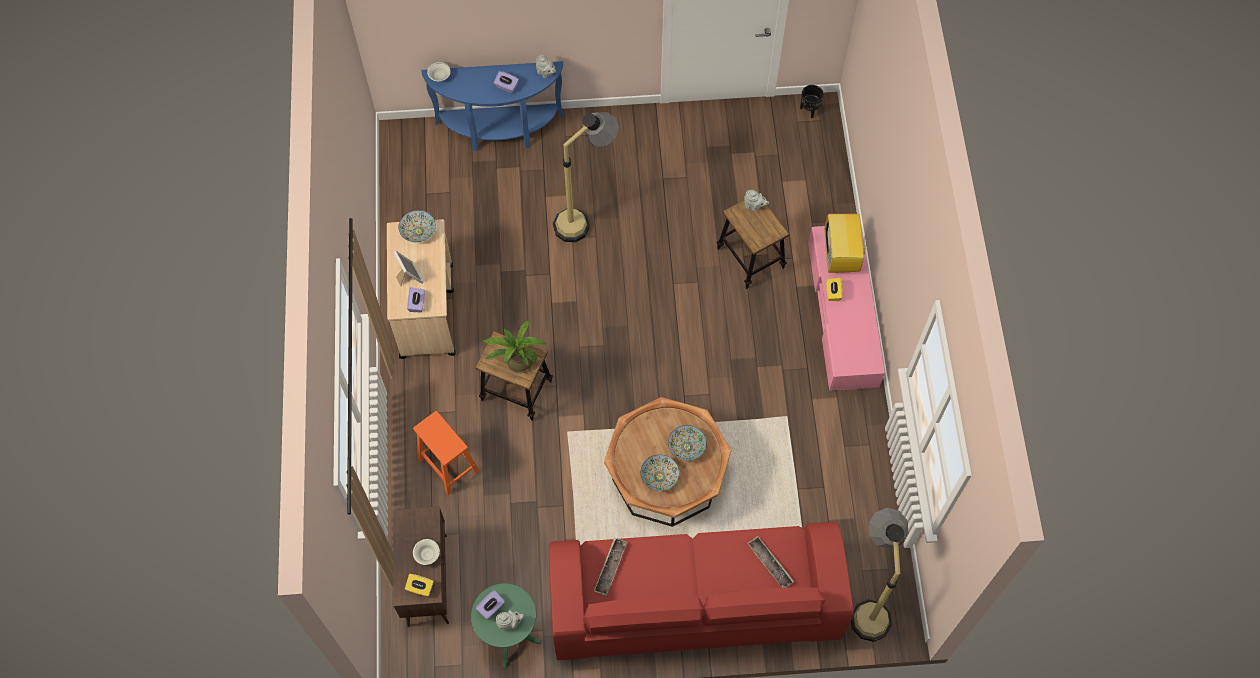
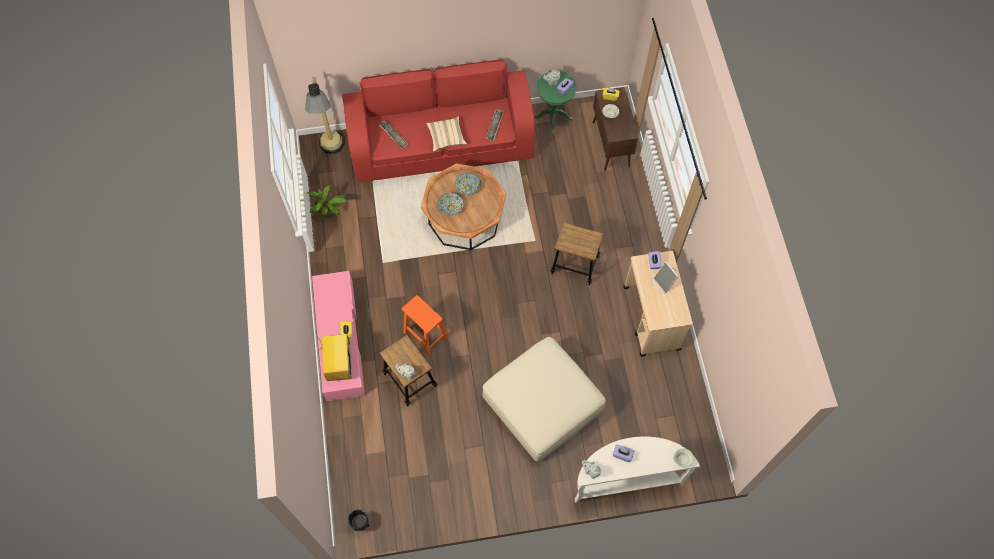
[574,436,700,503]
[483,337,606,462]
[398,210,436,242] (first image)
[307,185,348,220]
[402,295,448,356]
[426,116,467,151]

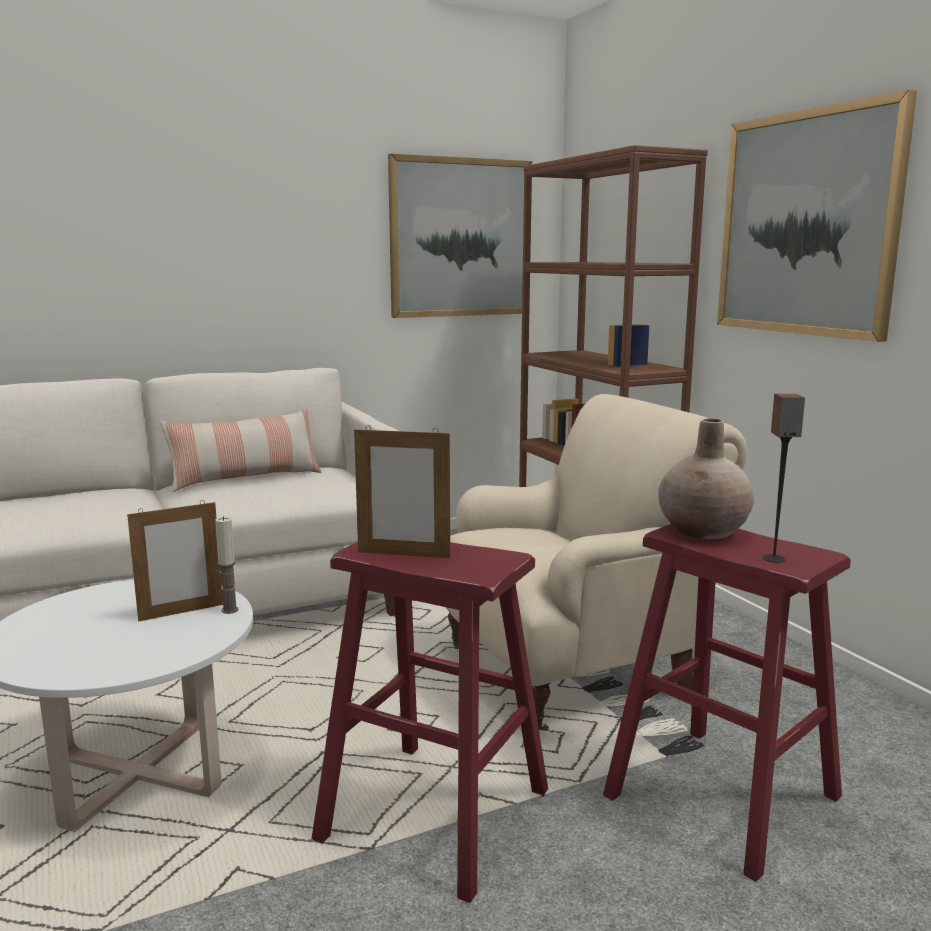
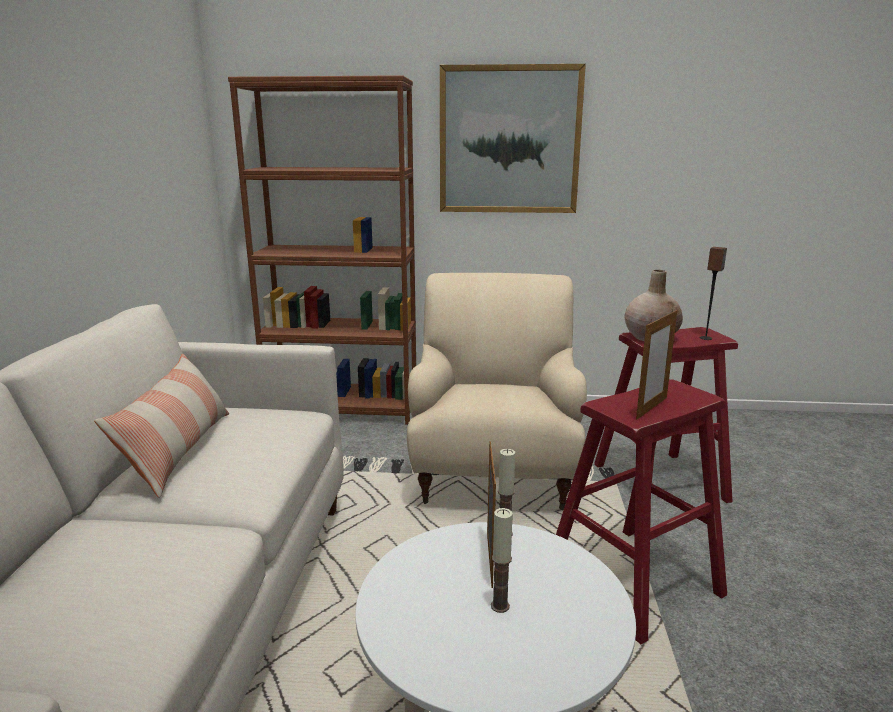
[388,154,532,318] (first image)
[491,508,513,613]

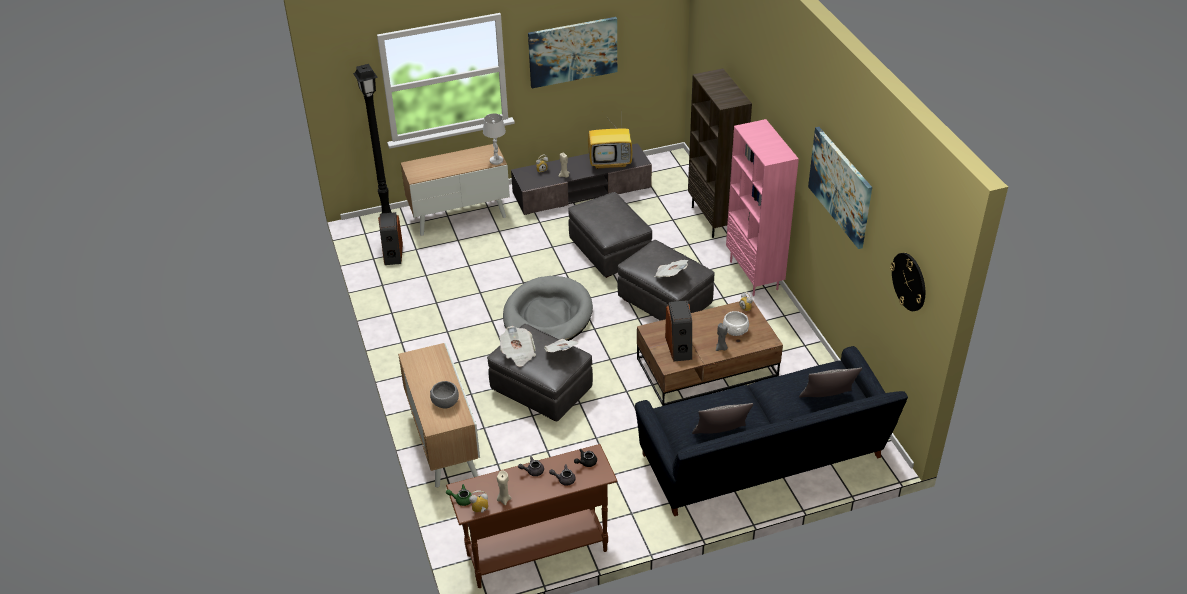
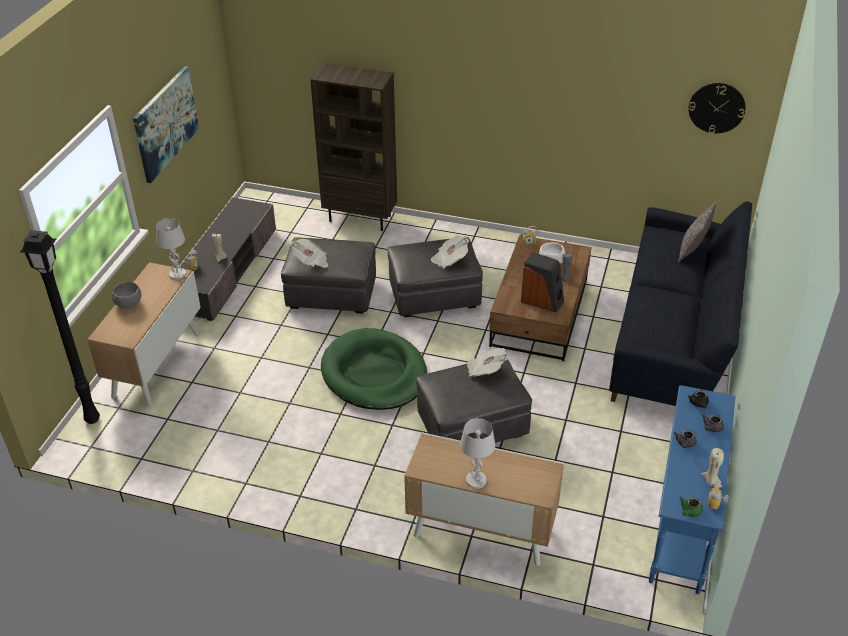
[588,115,633,169] (first image)
[726,119,799,296] (first image)
[808,127,872,249] (first image)
[378,212,403,265] (first image)
[321,328,427,410]
[291,239,328,268]
[112,282,141,308]
[692,403,753,434] (first image)
[649,385,735,594]
[460,418,495,489]

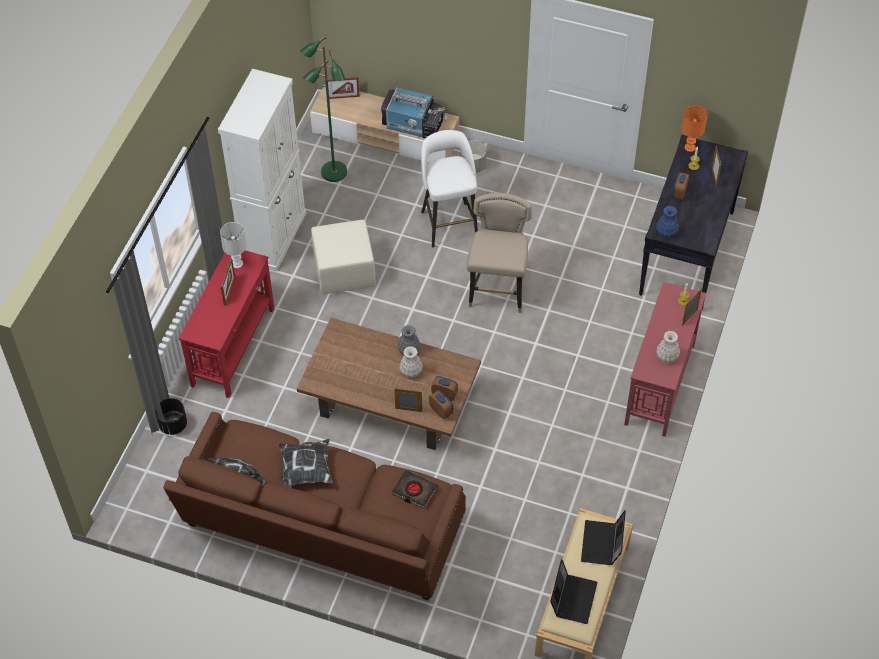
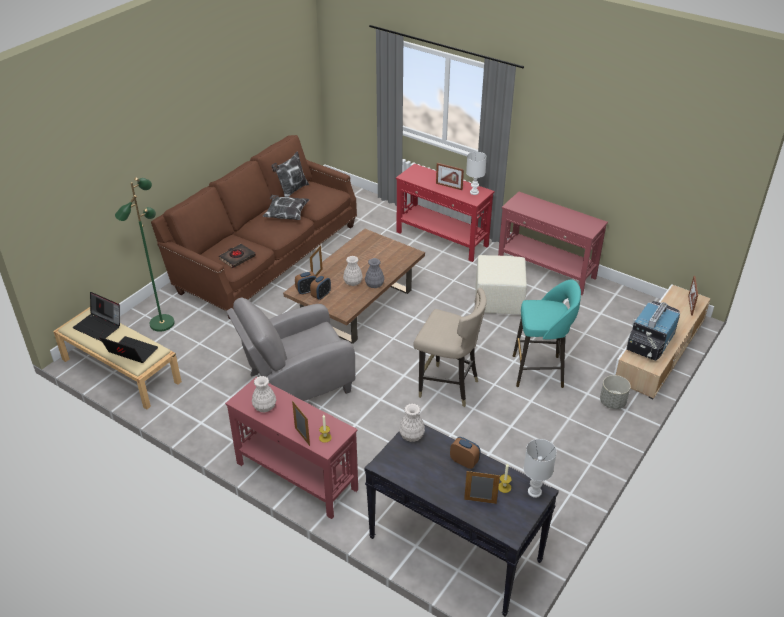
[115,177,174,332]
[498,192,608,295]
[524,439,557,498]
[513,279,581,388]
[399,403,425,442]
[155,398,187,435] (first image)
[226,298,355,401]

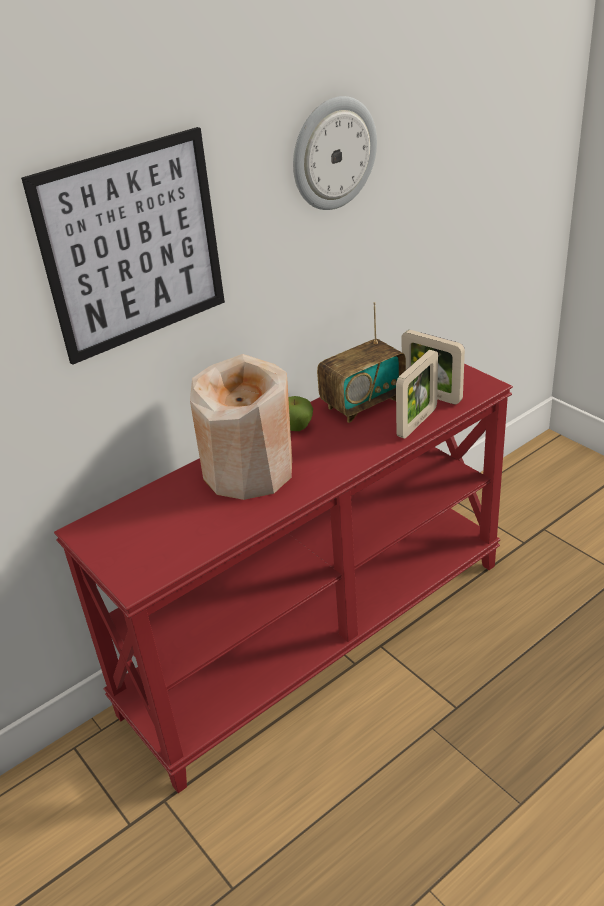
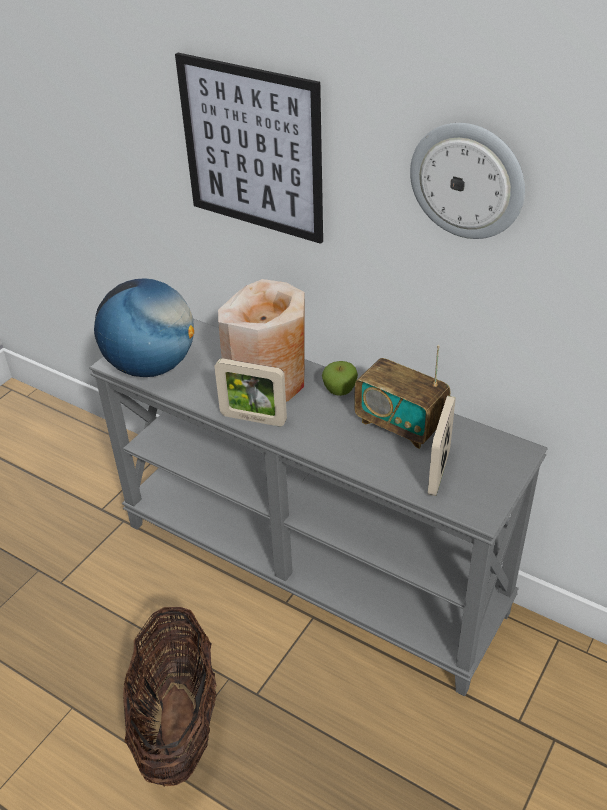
[214,358,287,426]
[89,319,548,696]
[94,278,194,377]
[123,607,217,786]

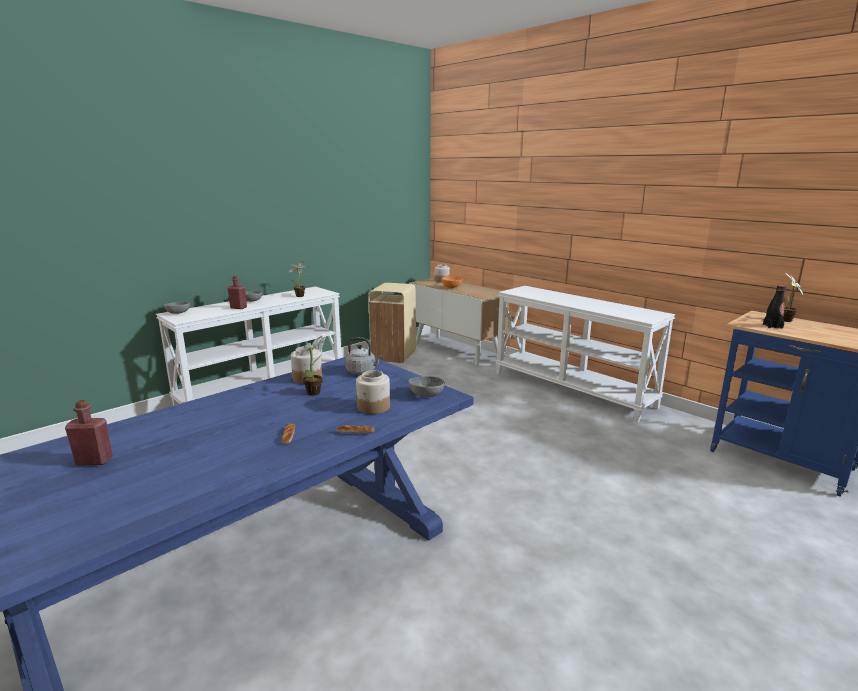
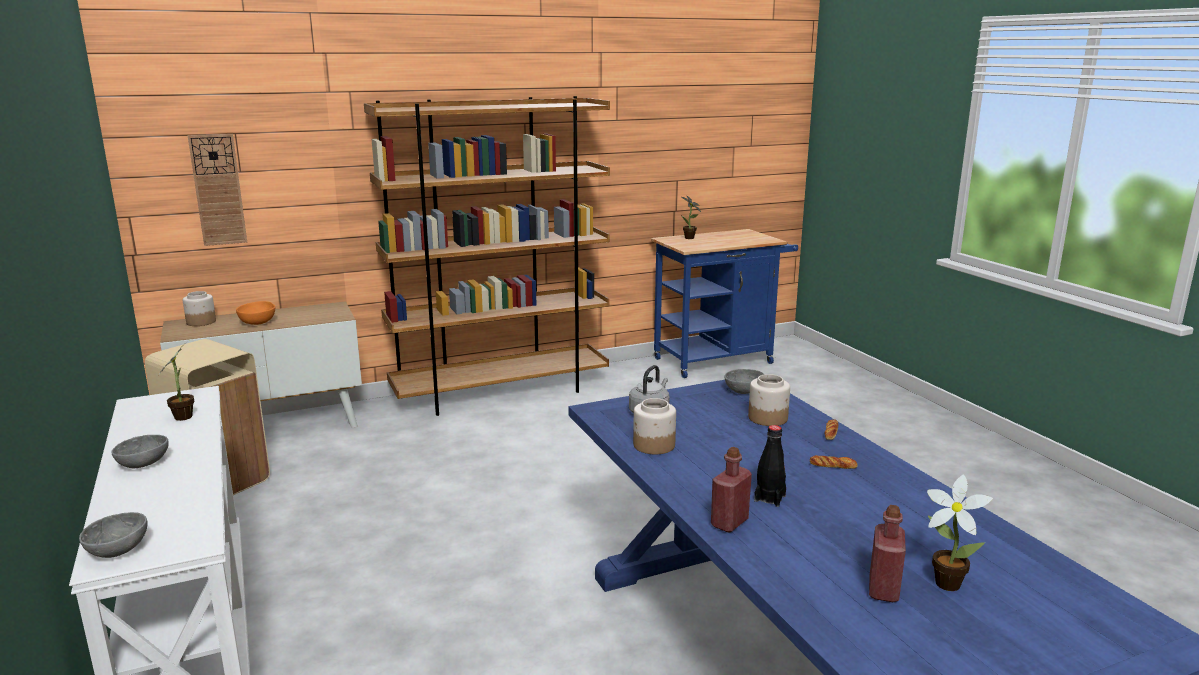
[711,447,752,532]
[754,425,786,507]
[364,96,610,416]
[927,474,993,591]
[188,134,247,246]

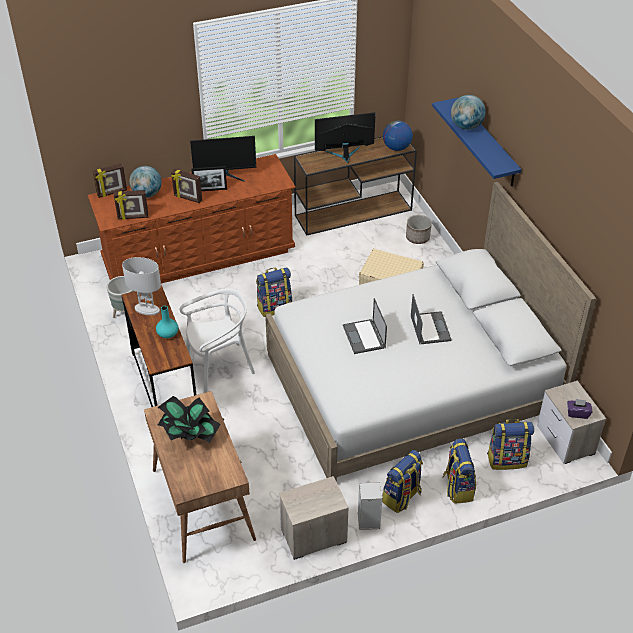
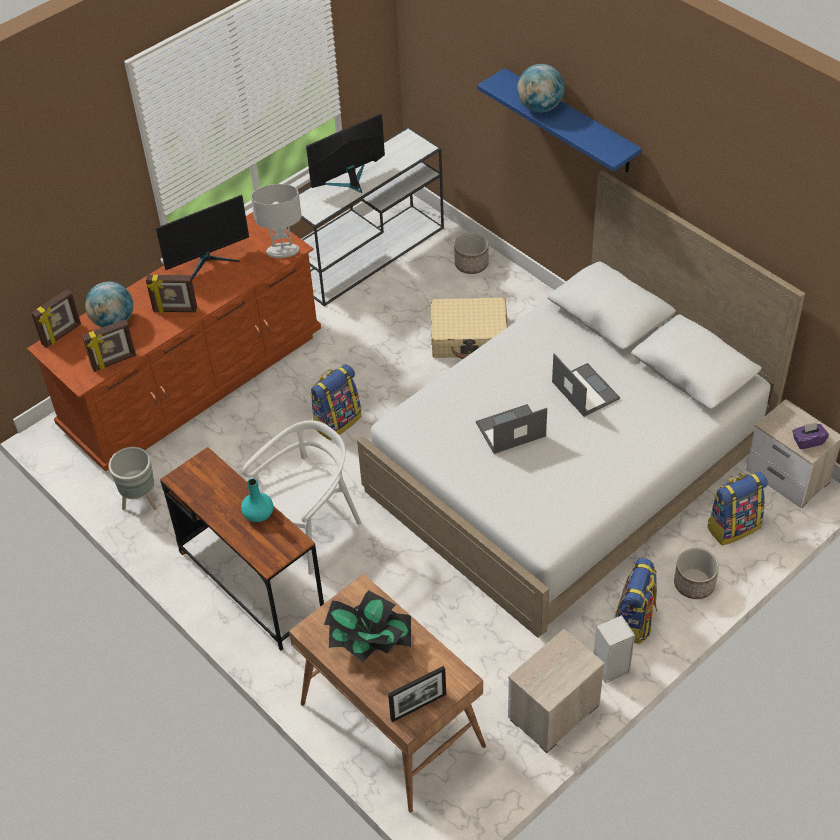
[383,121,413,151] (first image)
[287,127,444,306]
[388,666,446,722]
[251,184,301,258]
[476,404,547,454]
[674,548,719,599]

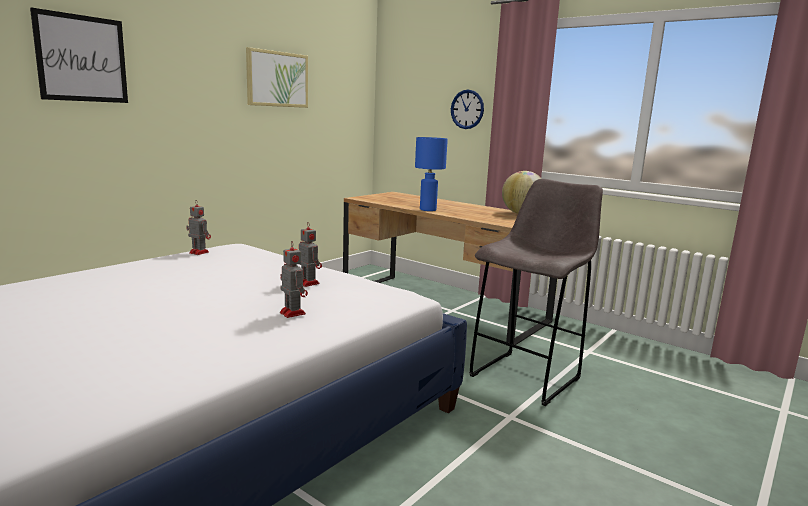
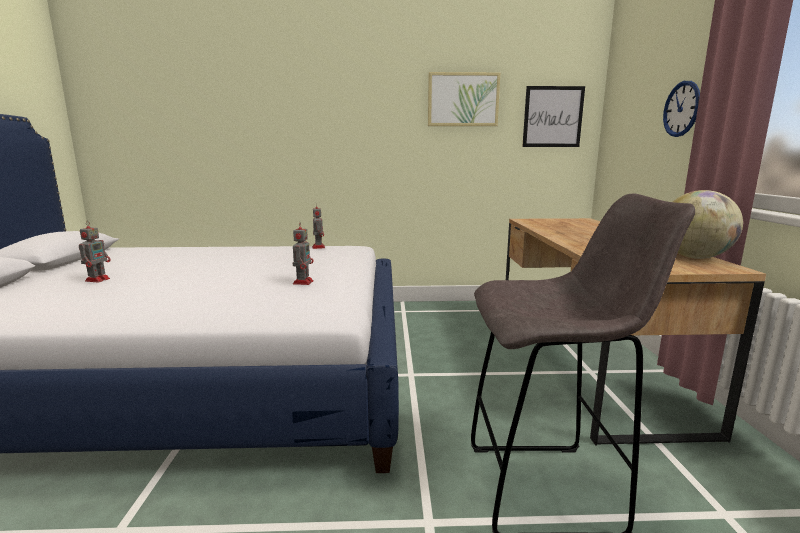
[522,86,585,147]
[415,137,448,211] (first image)
[79,221,111,282]

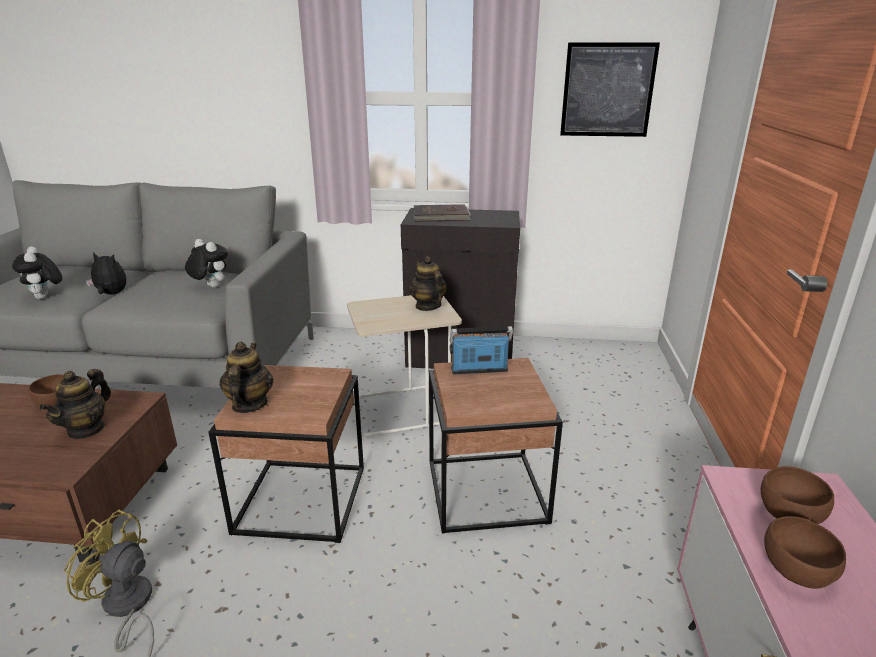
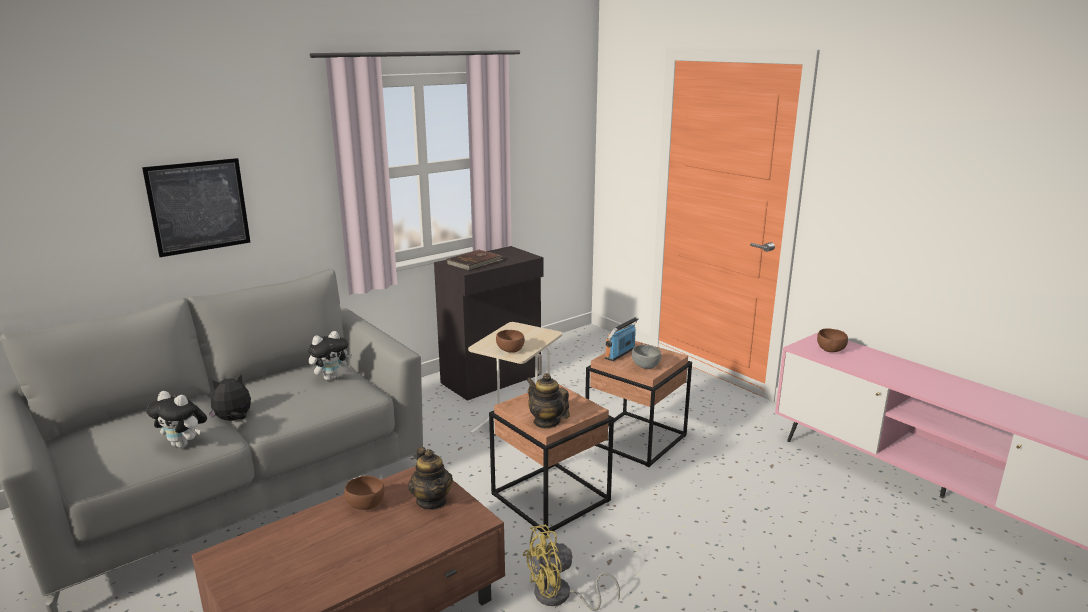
[142,158,250,257]
[308,331,352,380]
[409,256,447,311] (first image)
[496,330,525,353]
[632,345,661,369]

